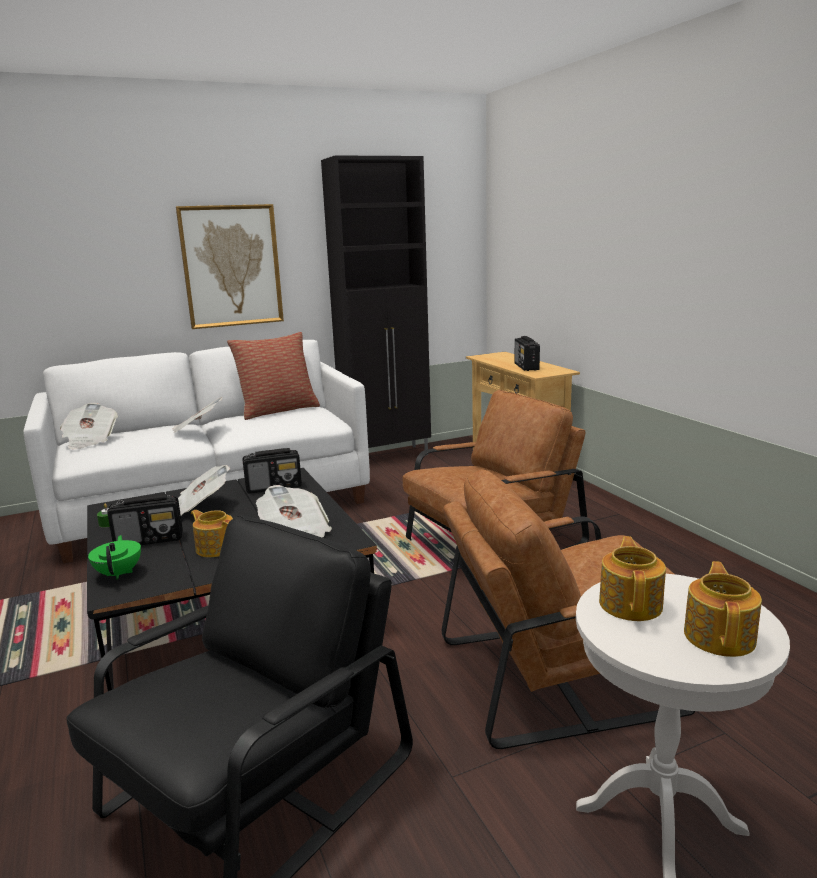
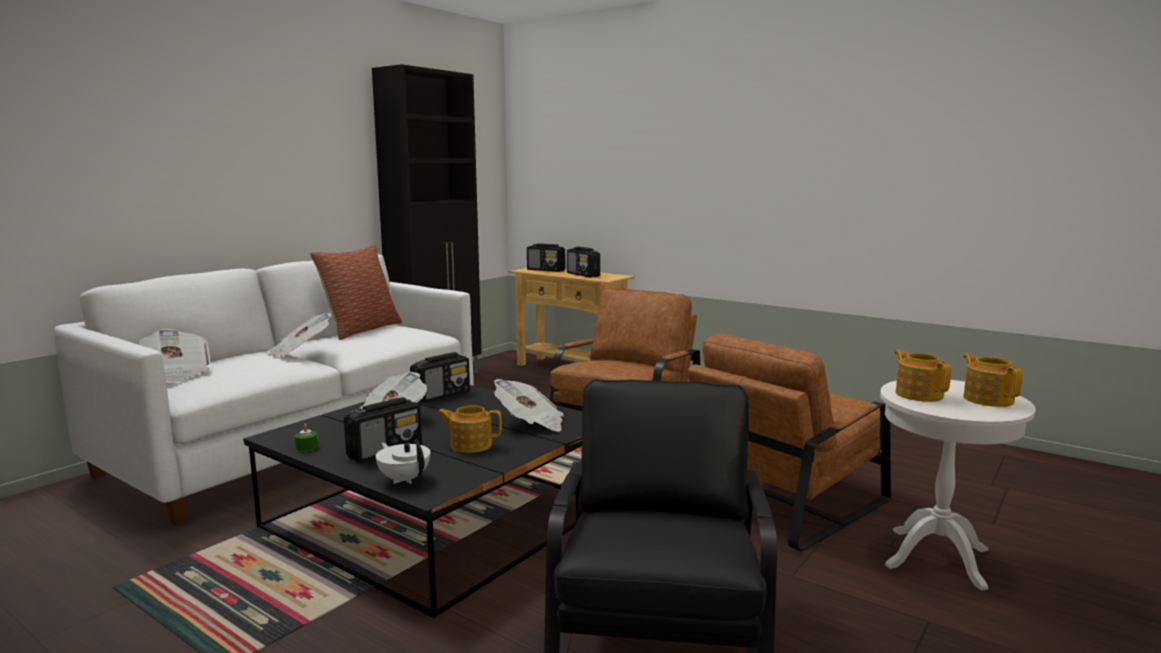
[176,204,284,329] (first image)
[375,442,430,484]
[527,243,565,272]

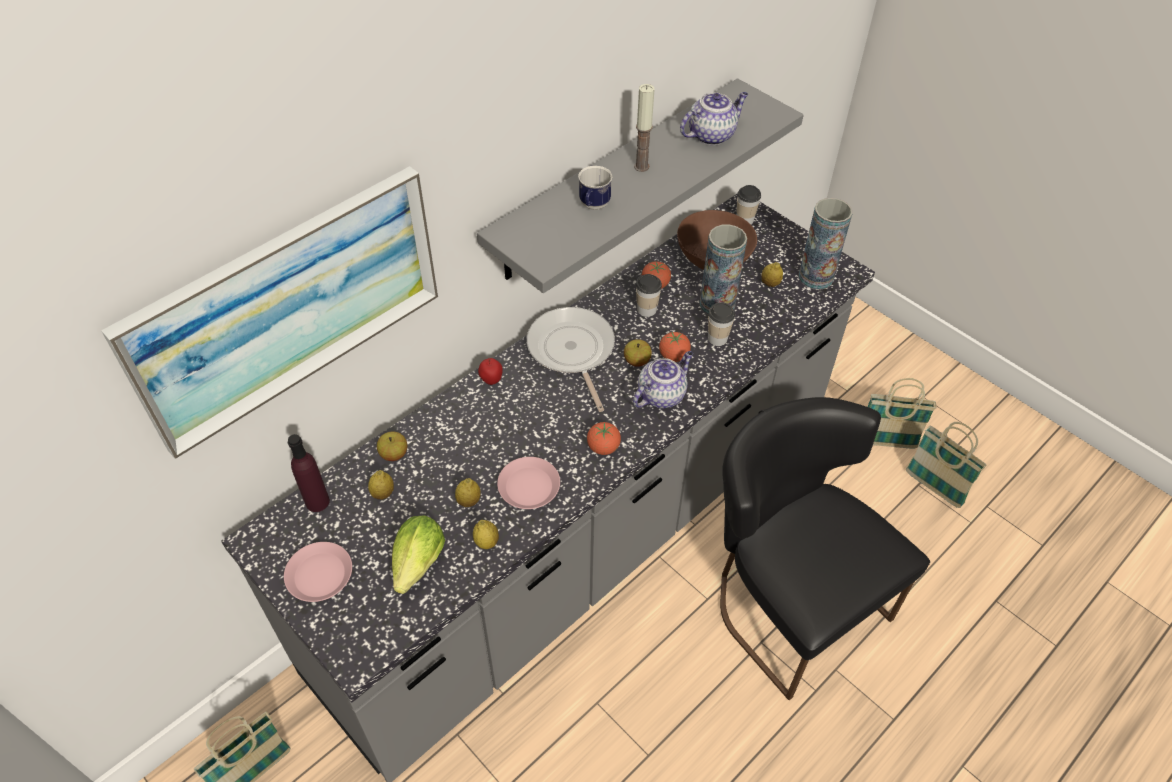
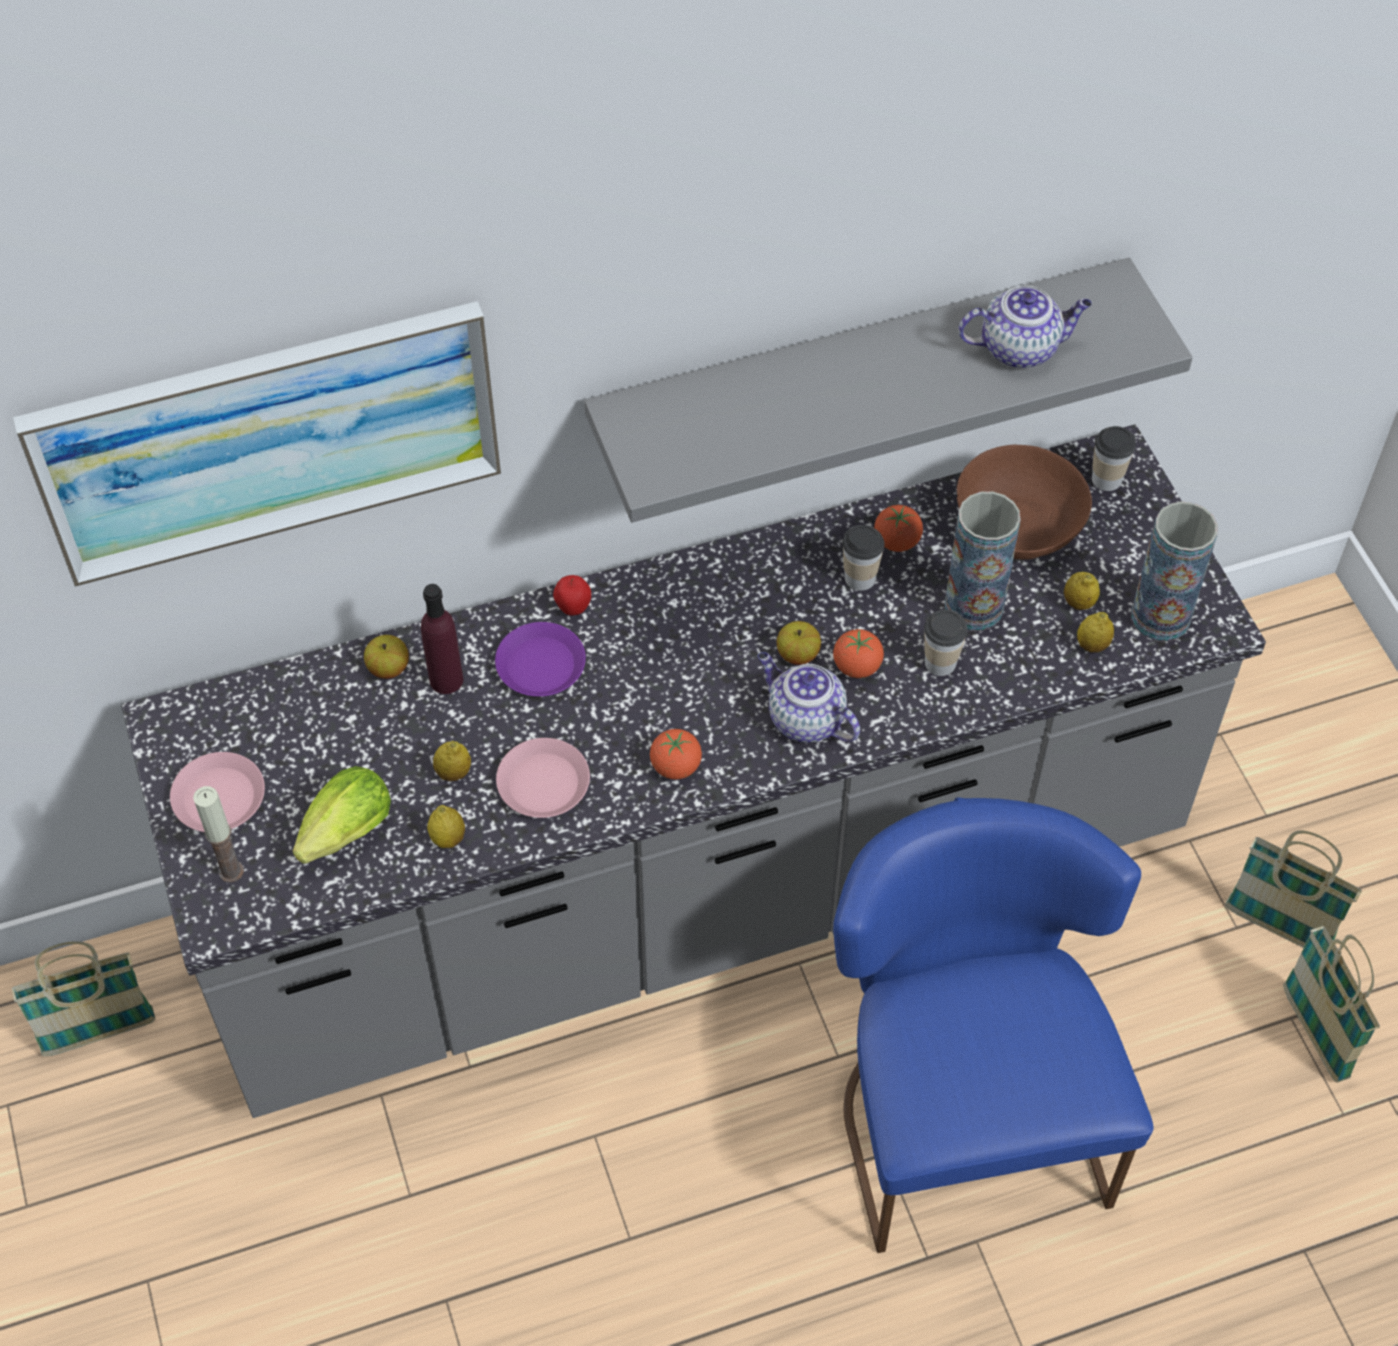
[193,786,244,883]
[578,166,612,210] (first image)
[527,307,615,412] (first image)
[758,652,860,743]
[833,798,1154,1253]
[421,584,463,694]
[1077,612,1114,653]
[495,622,586,697]

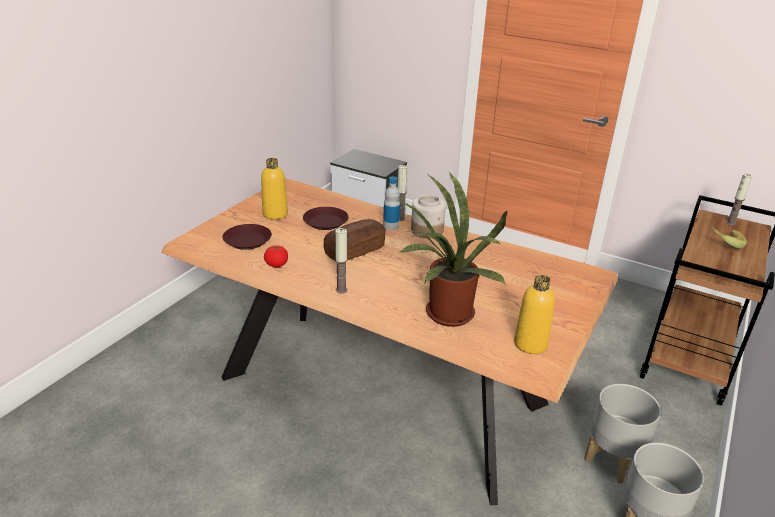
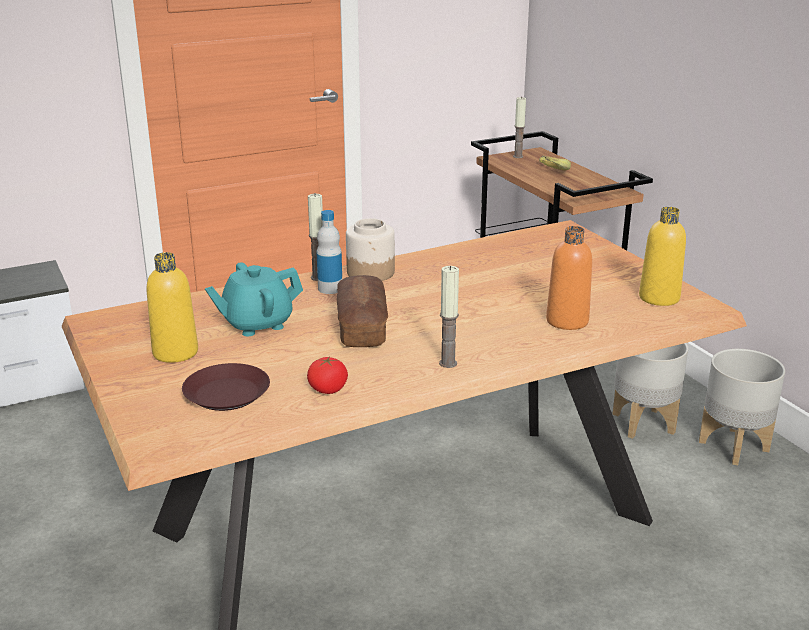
[546,226,592,330]
[205,262,303,336]

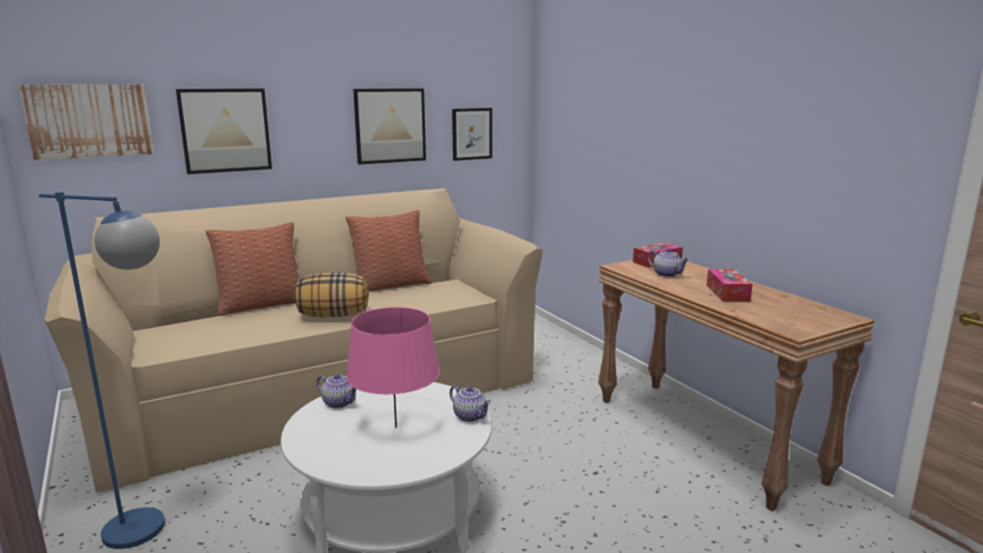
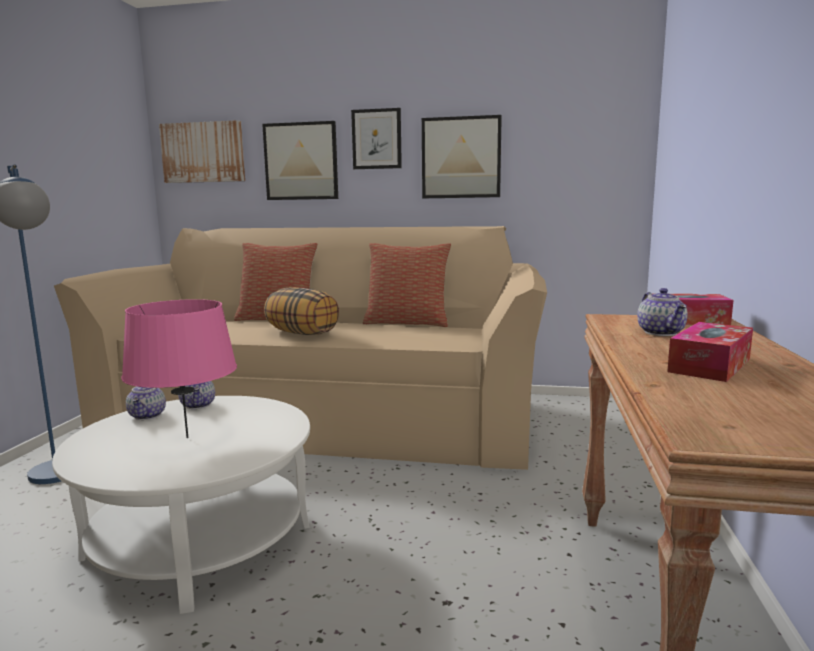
[351,108,402,169]
[126,386,166,420]

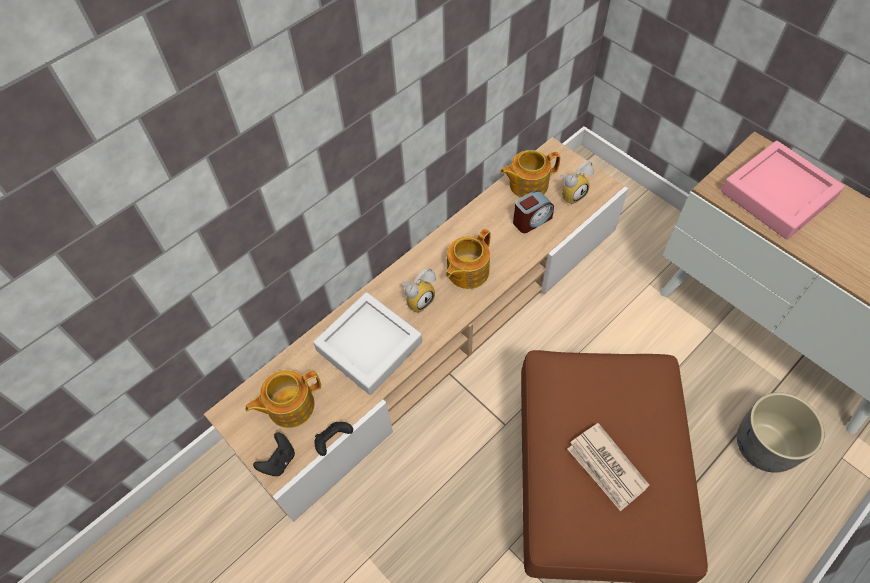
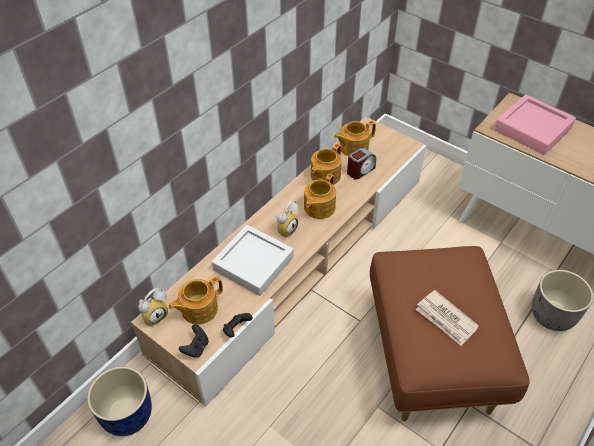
[138,288,168,327]
[311,144,342,185]
[87,366,152,436]

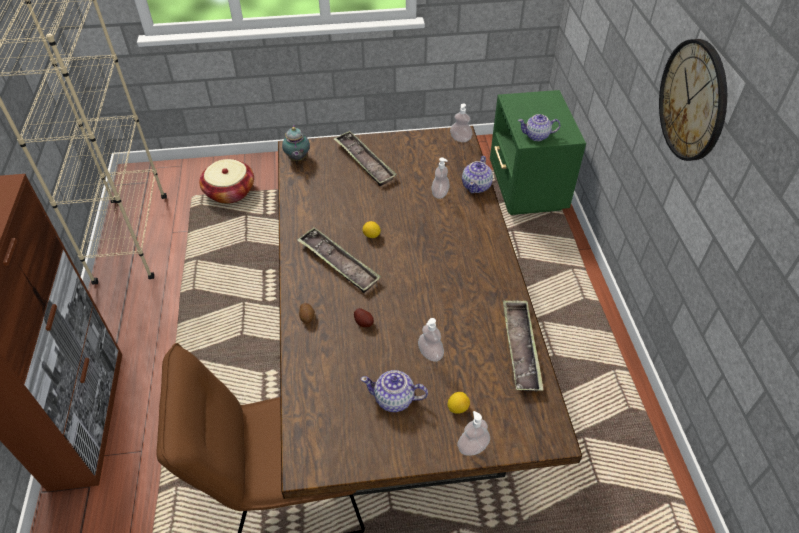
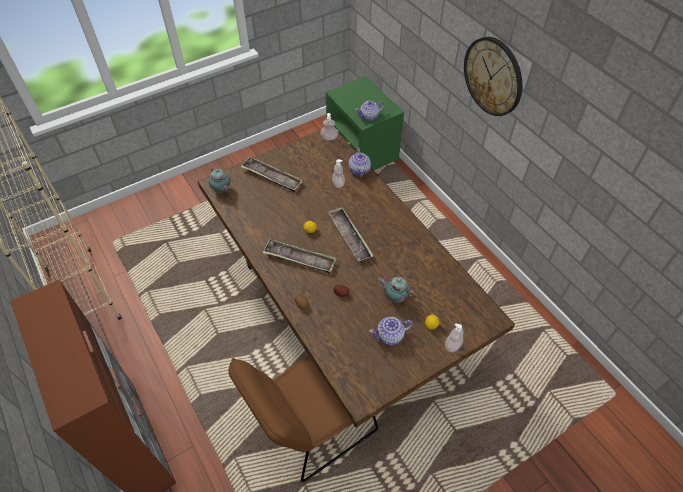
[199,159,254,204] (first image)
[328,207,373,261]
[378,277,416,303]

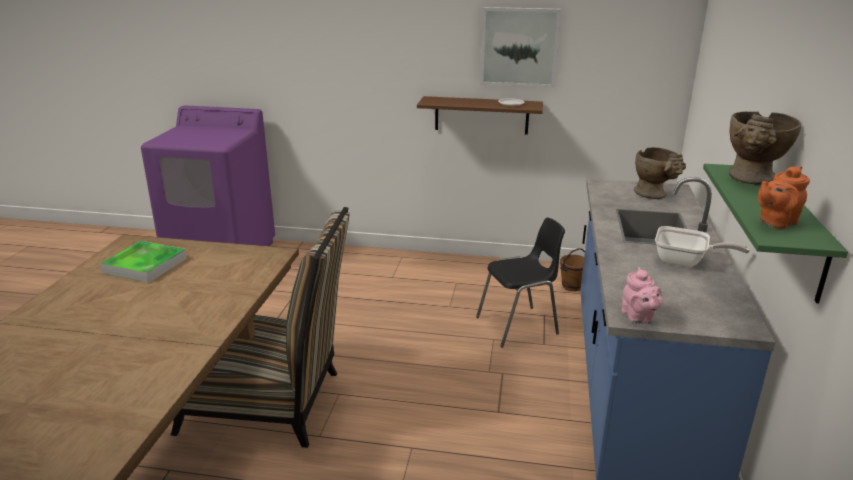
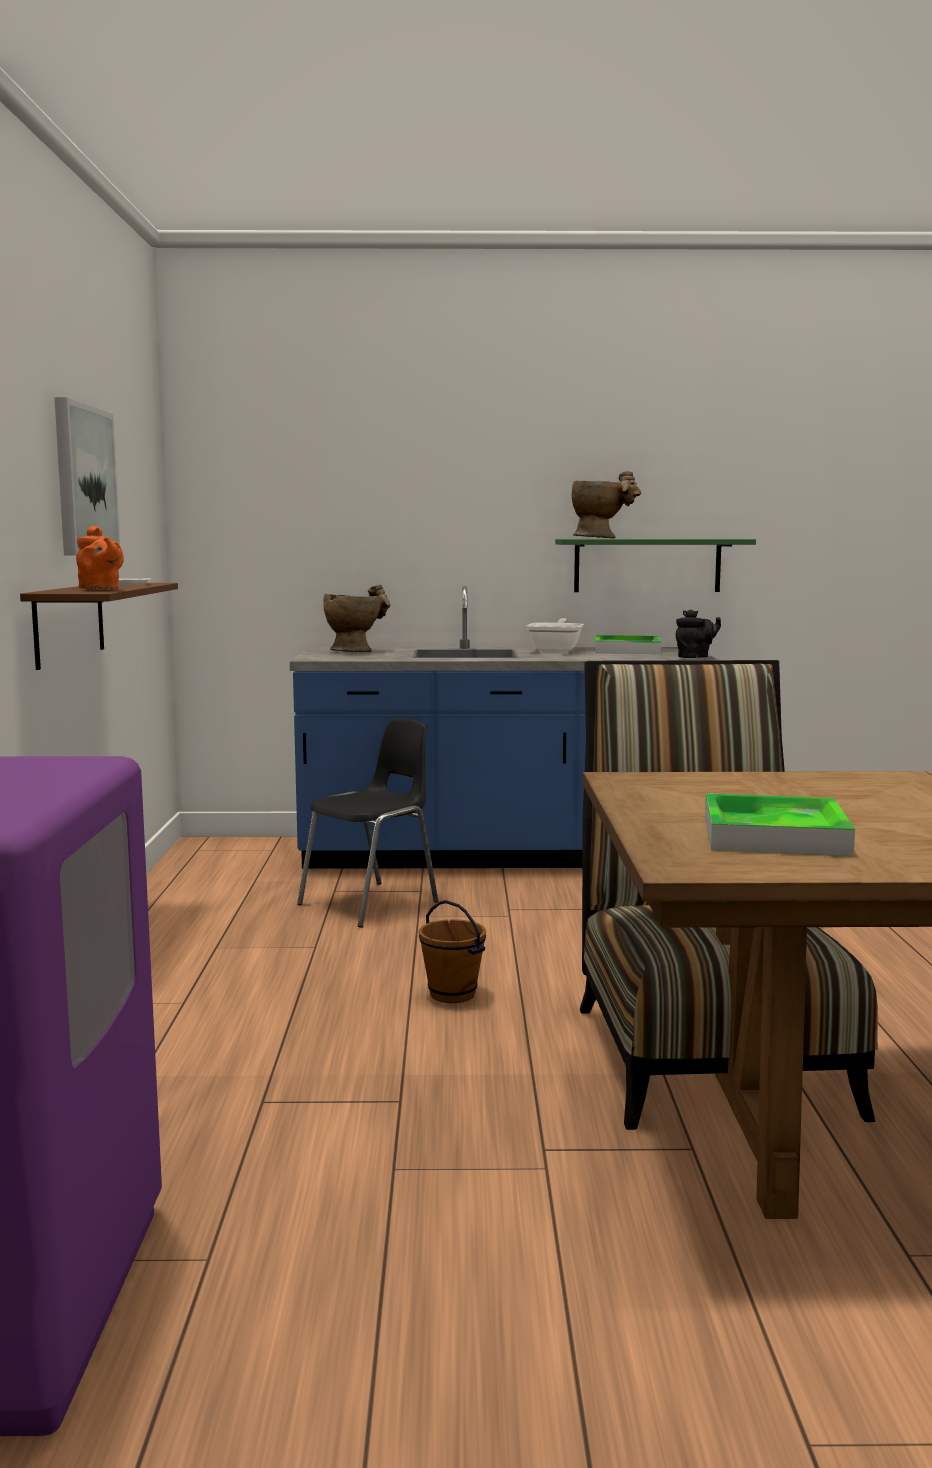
[76,526,124,590]
[297,718,438,928]
[419,900,486,1003]
[676,610,721,658]
[595,635,661,654]

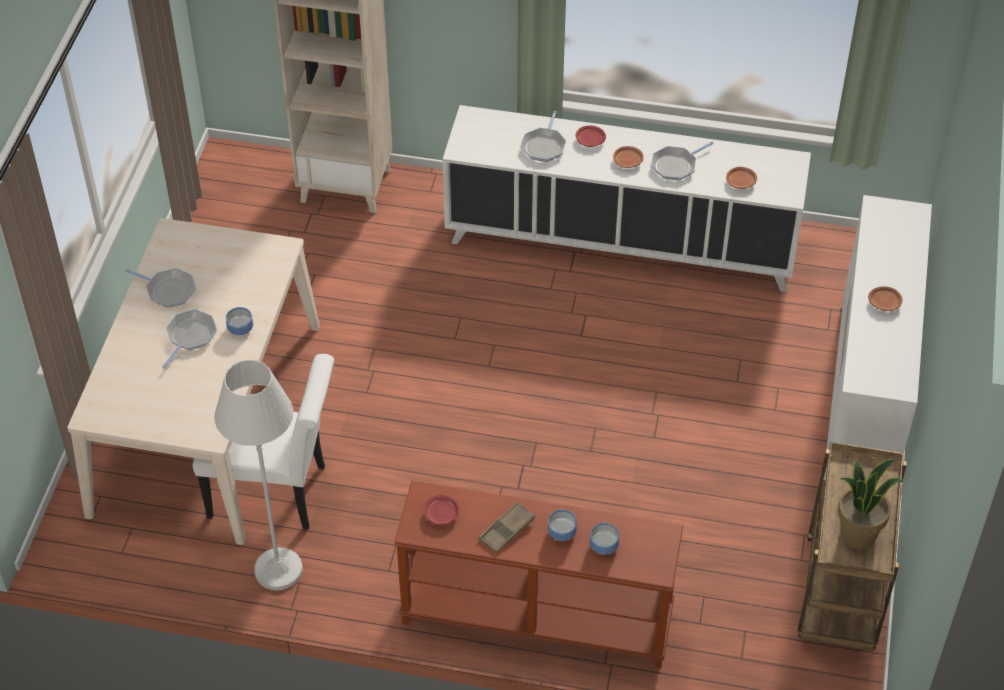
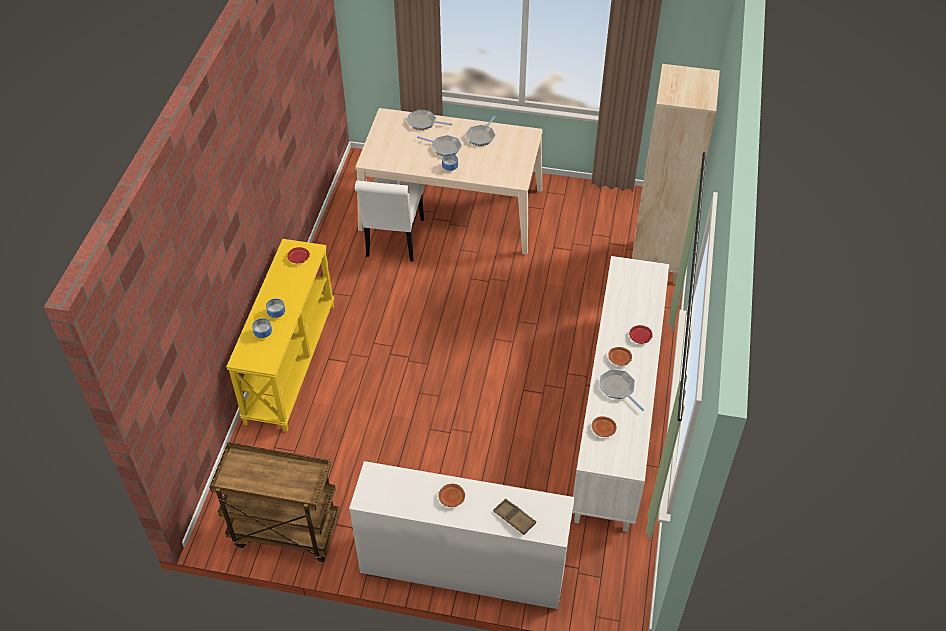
[407,110,452,130]
[214,360,303,590] (first image)
[838,458,905,550] (first image)
[226,239,334,432]
[493,498,536,535]

